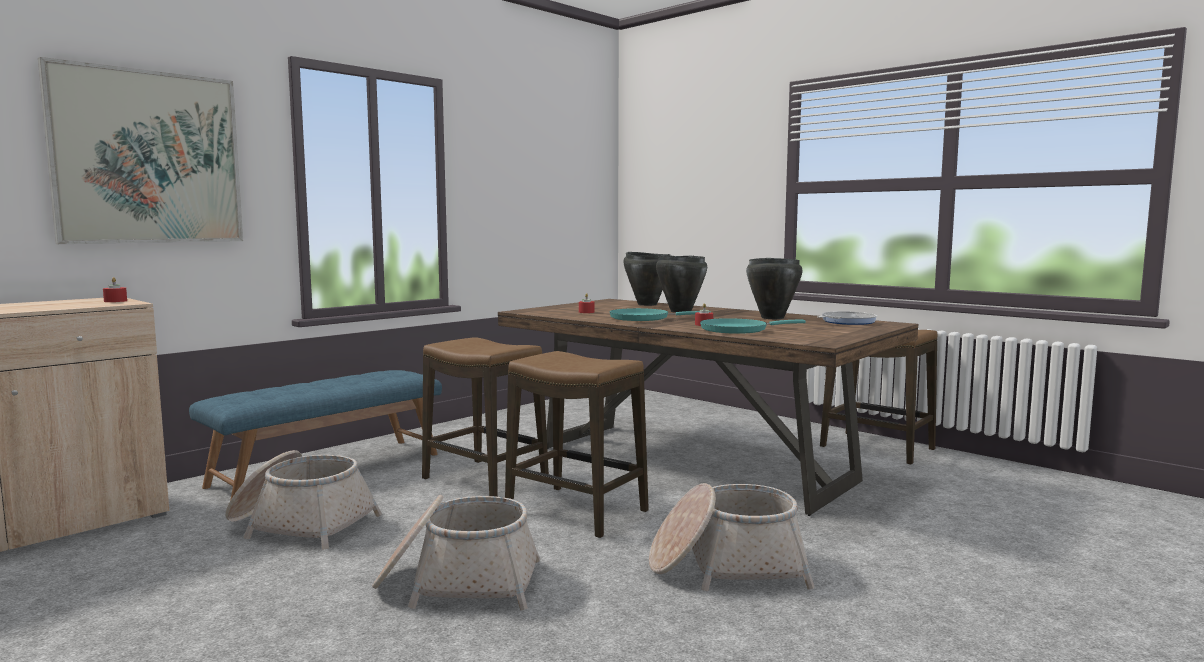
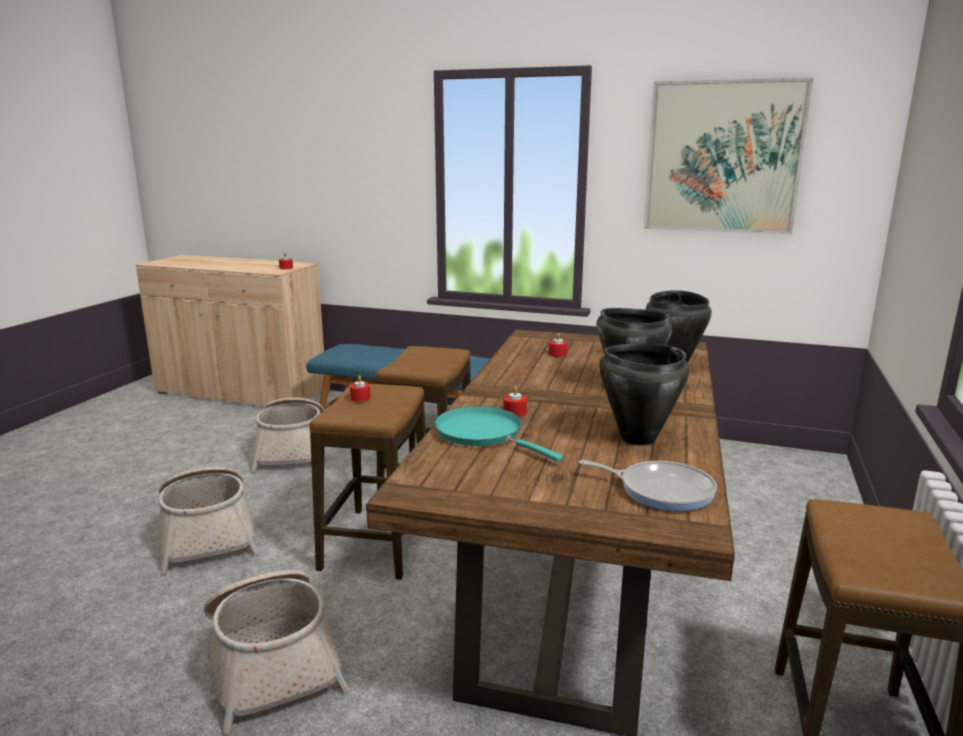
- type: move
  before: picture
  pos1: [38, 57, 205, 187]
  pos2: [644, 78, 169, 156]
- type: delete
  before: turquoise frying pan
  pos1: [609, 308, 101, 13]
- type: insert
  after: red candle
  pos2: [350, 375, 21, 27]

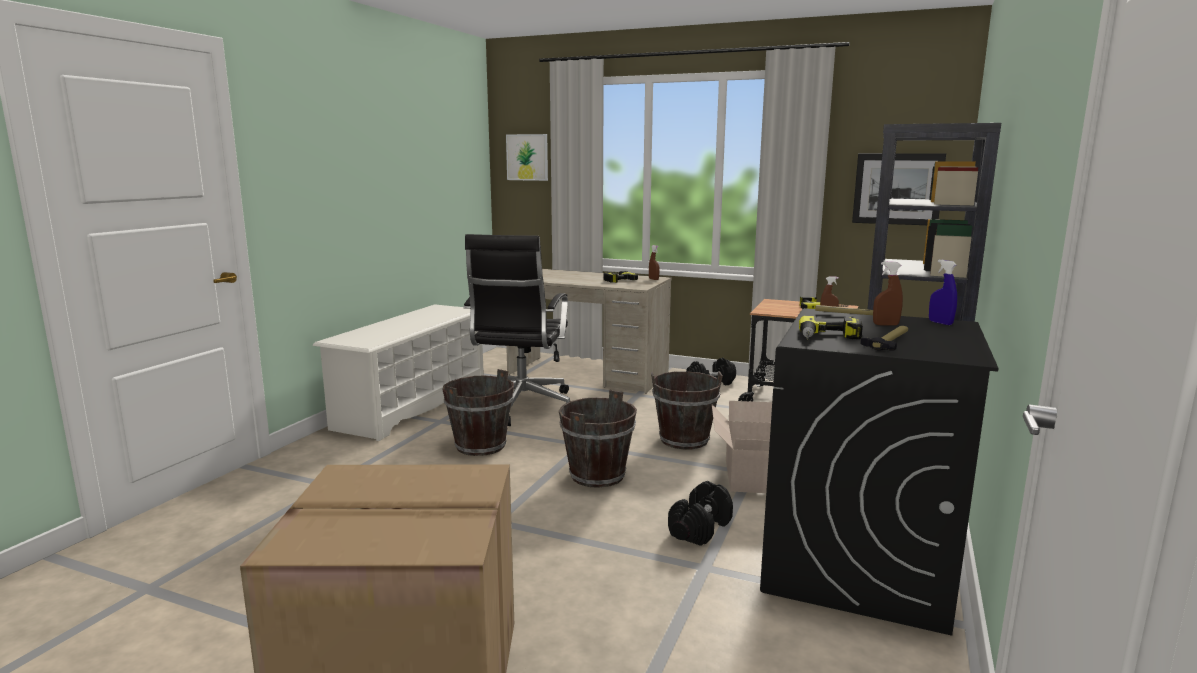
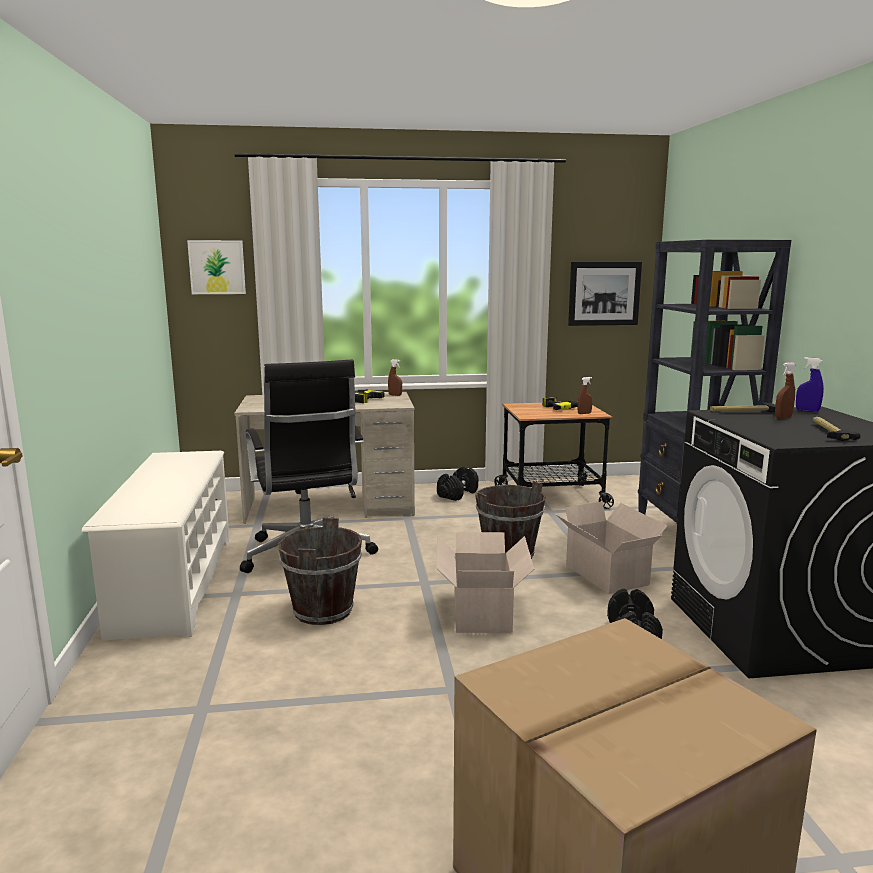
- type: replace
  before: brown bucket
  after: cardboard box
  pos1: [559, 390, 78, 98]
  pos2: [436, 532, 98, 101]
- type: delete
  before: power drill
  pos1: [799, 316, 64, 24]

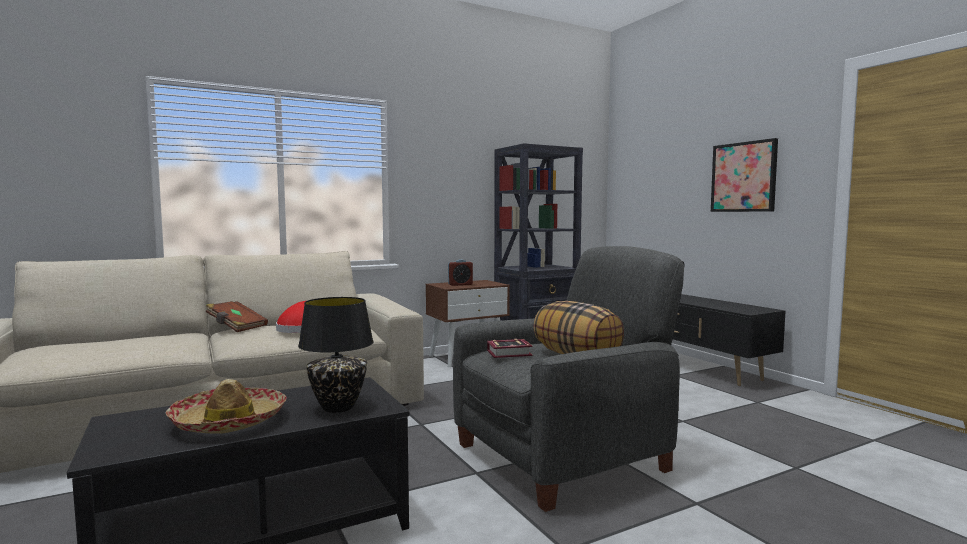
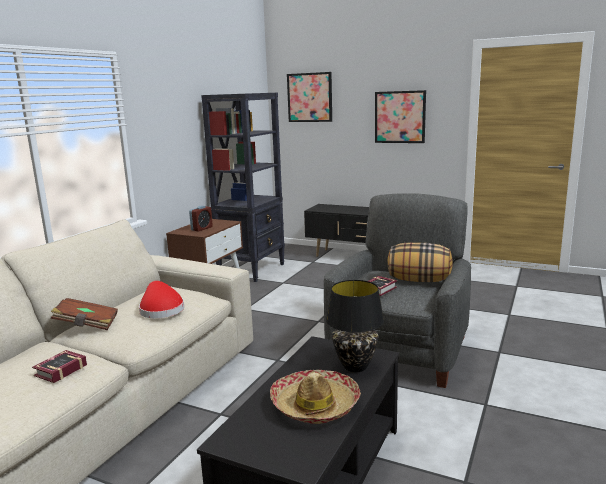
- type: insert
  after: book
  pos2: [32, 350, 55, 33]
- type: insert
  after: picture
  pos2: [287, 72, 45, 50]

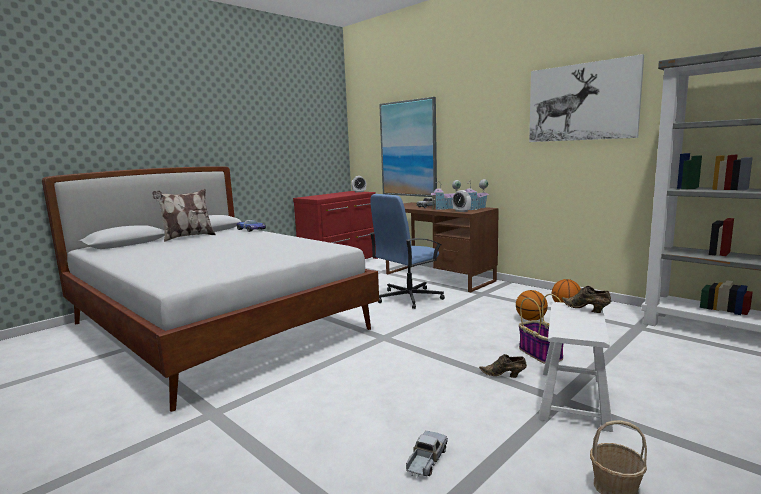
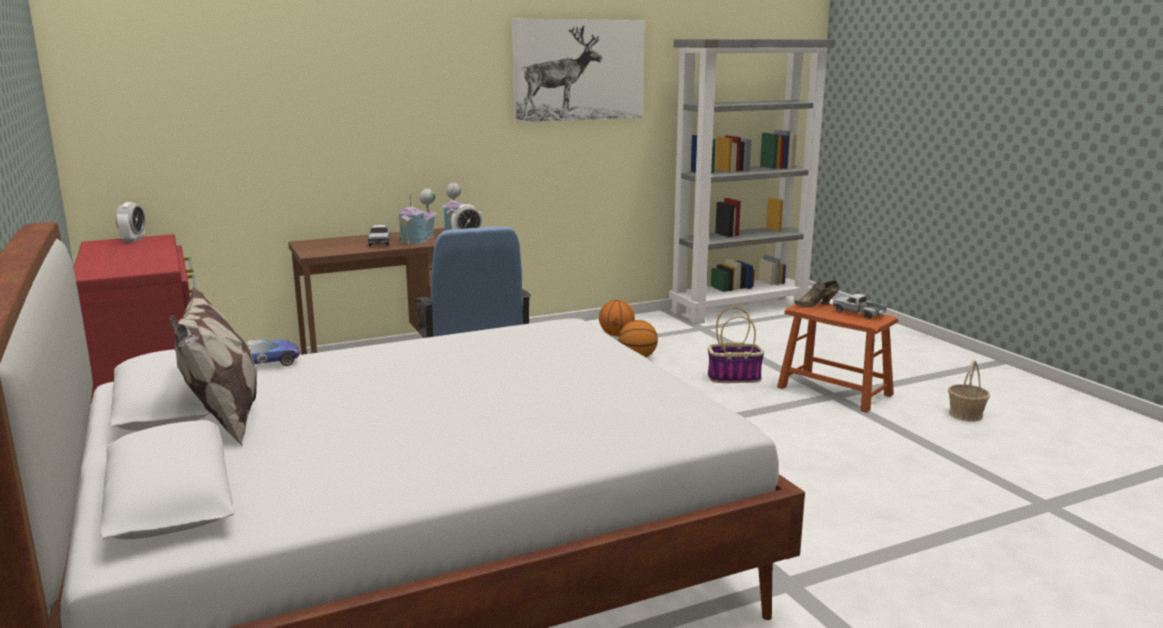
- type: delete
  before: picture
  pos1: [379, 97, 58, 100]
- type: move
  before: toy truck
  pos1: [406, 431, 42, 45]
  pos2: [833, 294, 54, 25]
- type: delete
  before: brown shoe
  pos1: [479, 354, 48, 24]
- type: recolor
  before: white stool
  after: brown stool
  pos1: [538, 302, 75, 130]
  pos2: [777, 302, 121, 111]

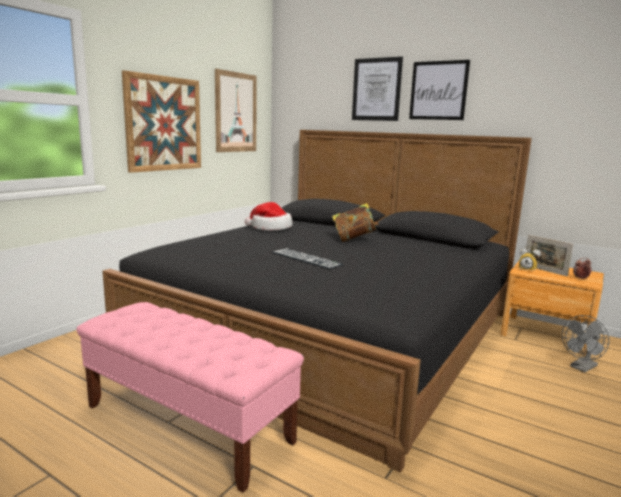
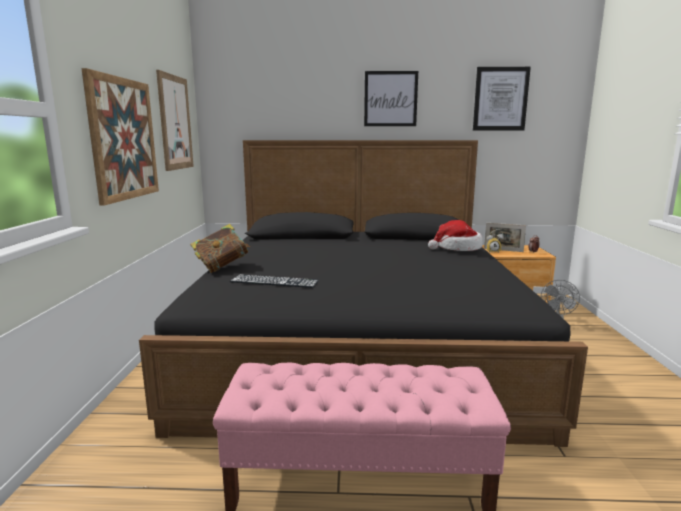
- type: move
  before: hat
  pos1: [245, 202, 47, 28]
  pos2: [428, 220, 55, 31]
- type: move
  before: keyboard
  pos1: [272, 248, 71, 21]
  pos2: [230, 274, 89, 14]
- type: move
  before: book
  pos1: [332, 203, 47, 39]
  pos2: [190, 224, 60, 49]
- type: move
  before: picture
  pos1: [352, 57, 51, 64]
  pos2: [473, 67, 58, 64]

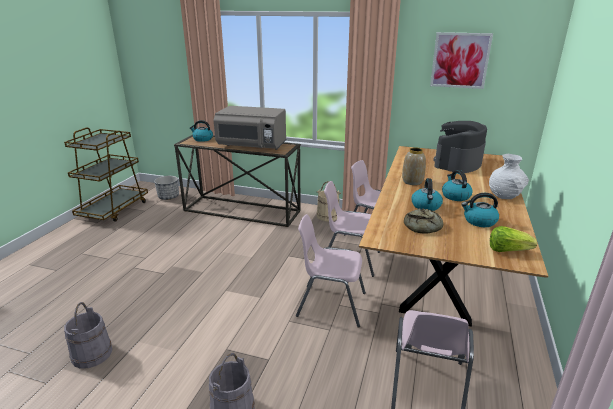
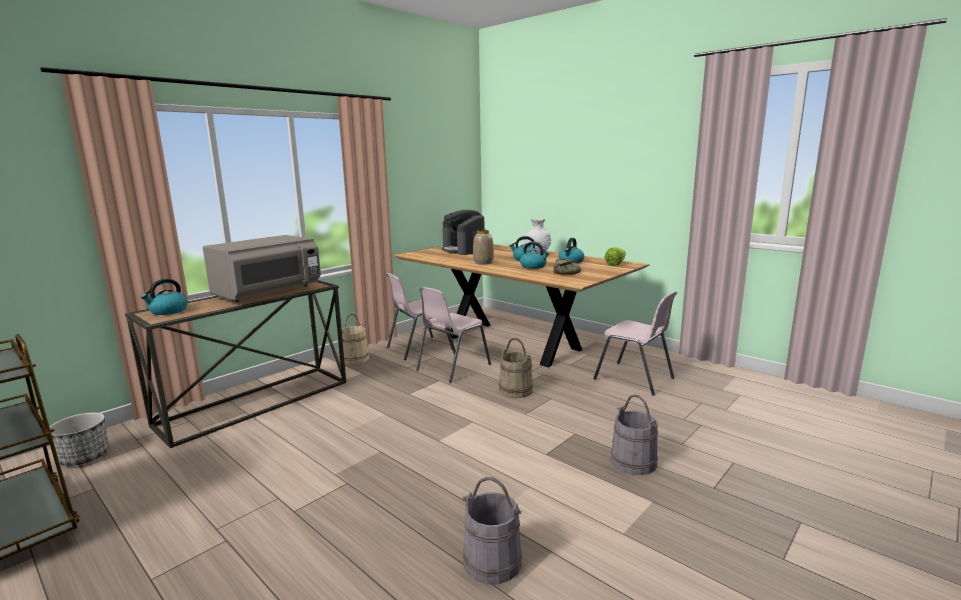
- type: replace
  before: pink chair
  after: beige bucket
  pos1: [296, 214, 70, 114]
  pos2: [499, 338, 34, 60]
- type: delete
  before: picture
  pos1: [430, 32, 63, 57]

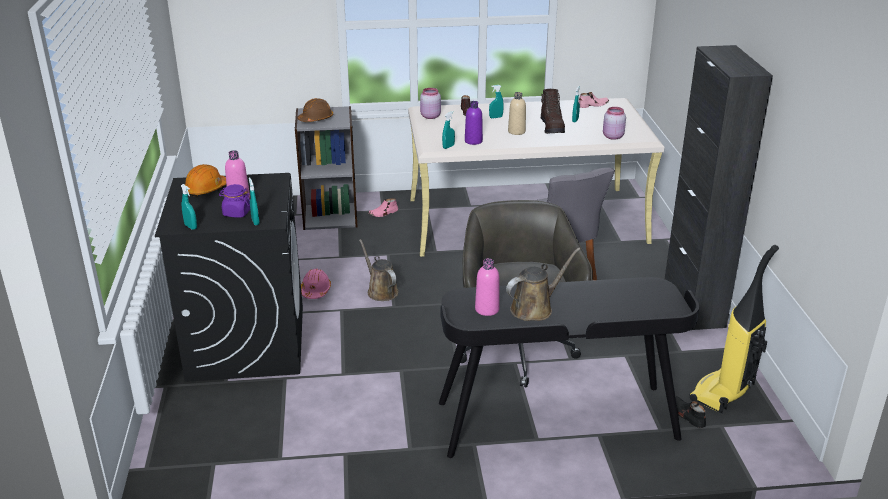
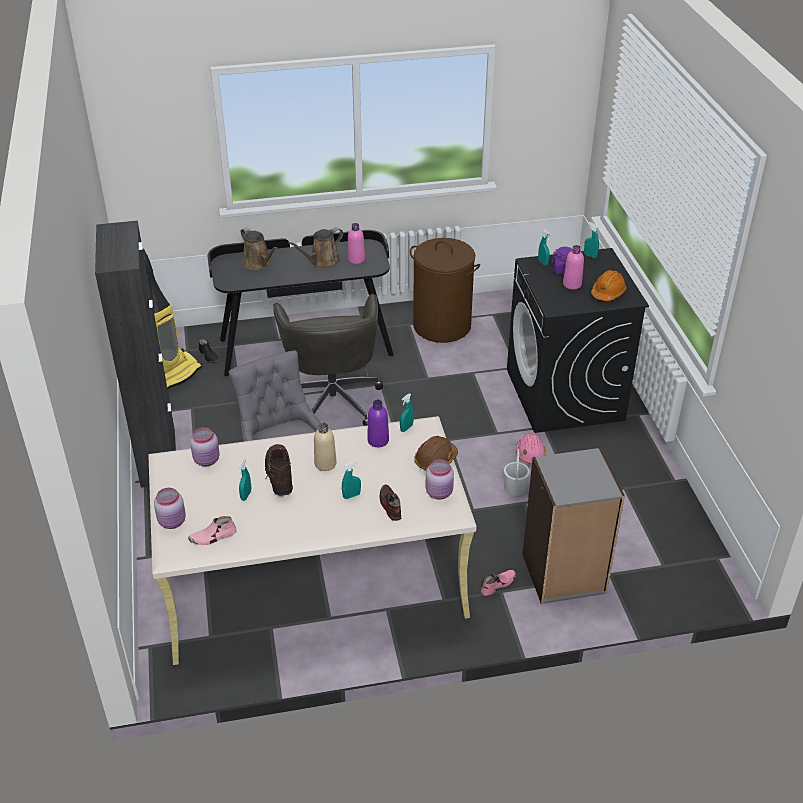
- type: move
  before: brown hard hat
  pos1: [297, 98, 36, 24]
  pos2: [414, 436, 44, 34]
- type: move
  before: brown watering can
  pos1: [359, 239, 39, 62]
  pos2: [241, 228, 37, 42]
- type: insert
  after: pink jar
  pos2: [154, 488, 32, 41]
- type: insert
  after: brown laundry basket
  pos2: [410, 238, 70, 105]
- type: insert
  after: white bucket
  pos2: [504, 449, 26, 47]

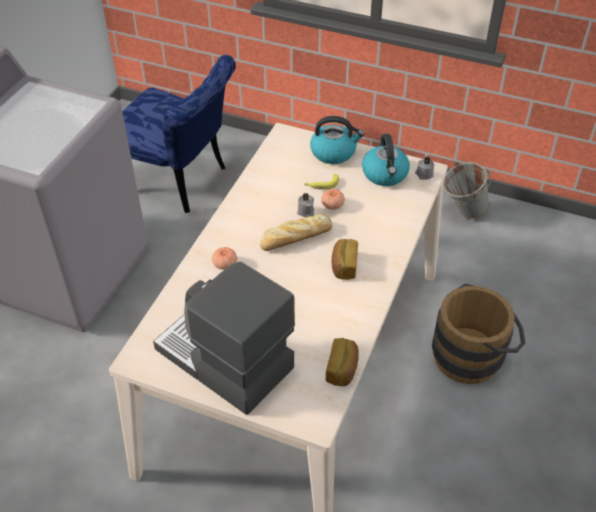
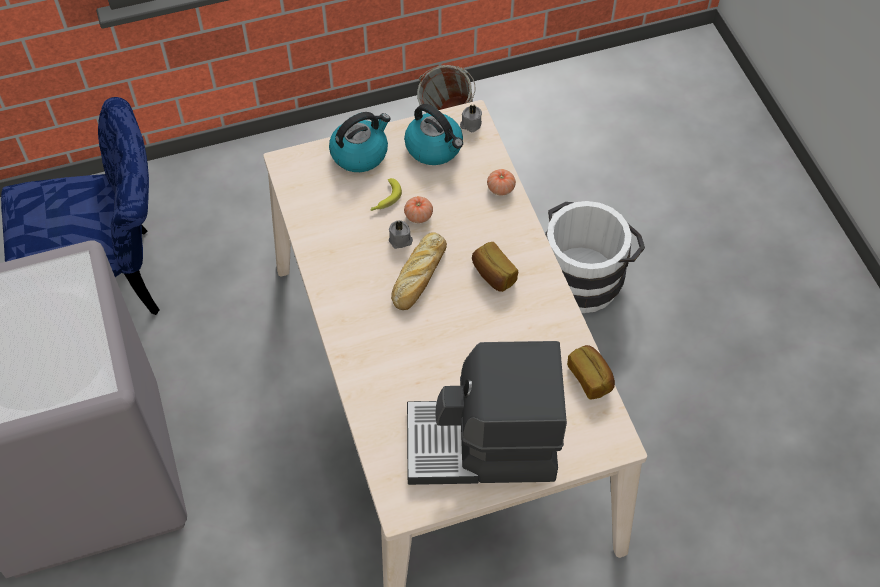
- type: move
  before: tomato
  pos1: [212, 247, 25, 23]
  pos2: [487, 169, 29, 26]
- type: recolor
  before: brown bucket
  after: white bucket
  pos1: [432, 283, 93, 101]
  pos2: [545, 201, 100, 112]

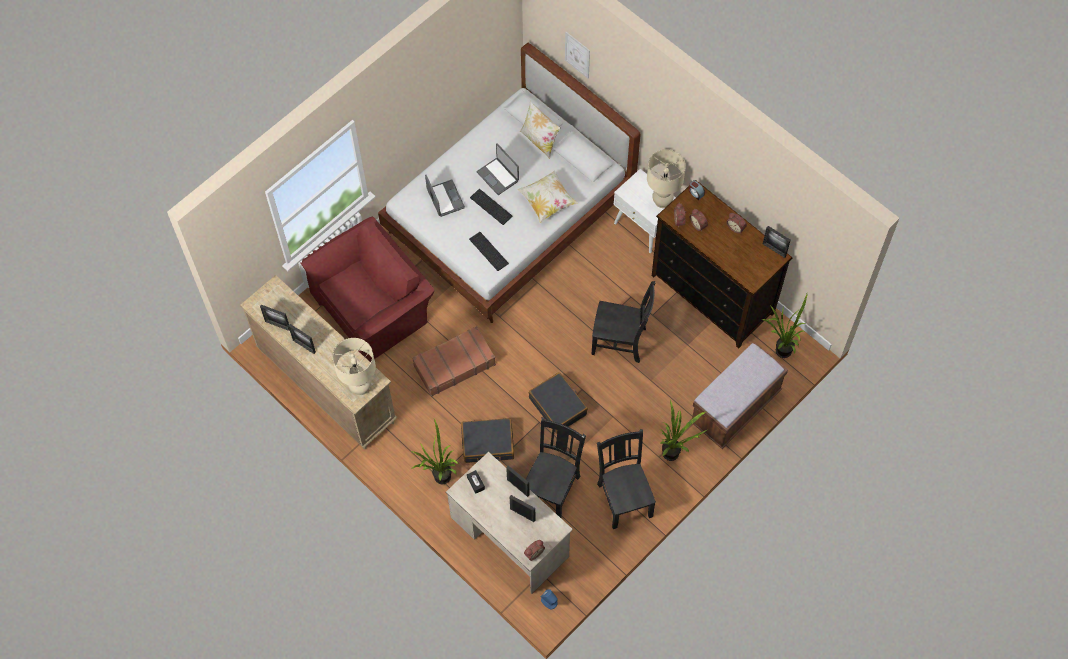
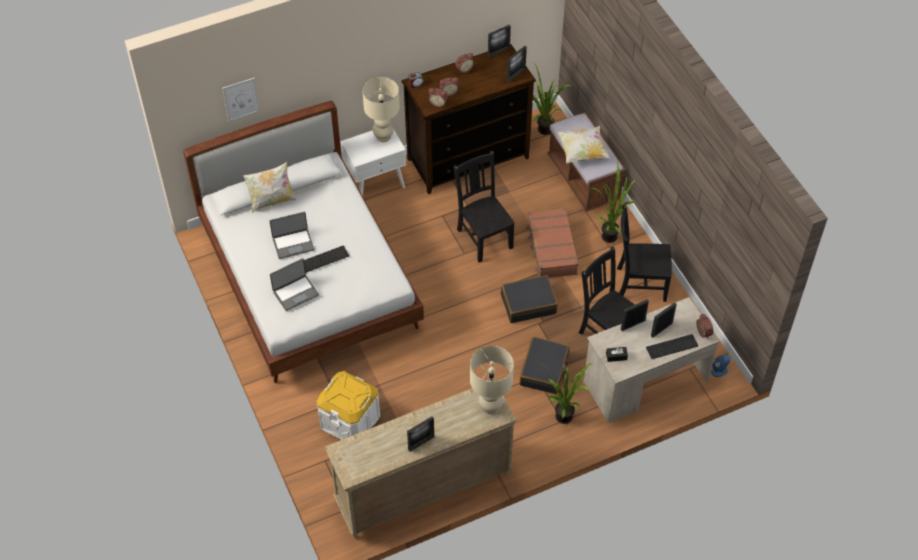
- type: move
  before: picture frame
  pos1: [260, 305, 30, 26]
  pos2: [507, 46, 20, 36]
- type: replace
  before: red armchair
  after: white storage box
  pos1: [301, 216, 133, 146]
  pos2: [317, 371, 63, 69]
- type: move
  before: brown suitcase
  pos1: [412, 326, 84, 71]
  pos2: [526, 208, 53, 70]
- type: rotate
  before: laptop
  pos1: [425, 175, 40, 42]
  pos2: [270, 258, 49, 53]
  turn: 150
- type: move
  before: keyboard
  pos1: [469, 232, 40, 39]
  pos2: [646, 334, 52, 25]
- type: move
  before: pillow
  pos1: [518, 170, 60, 53]
  pos2: [558, 126, 52, 38]
- type: rotate
  before: black chair
  pos1: [591, 281, 64, 82]
  pos2: [453, 151, 62, 112]
  turn: -60

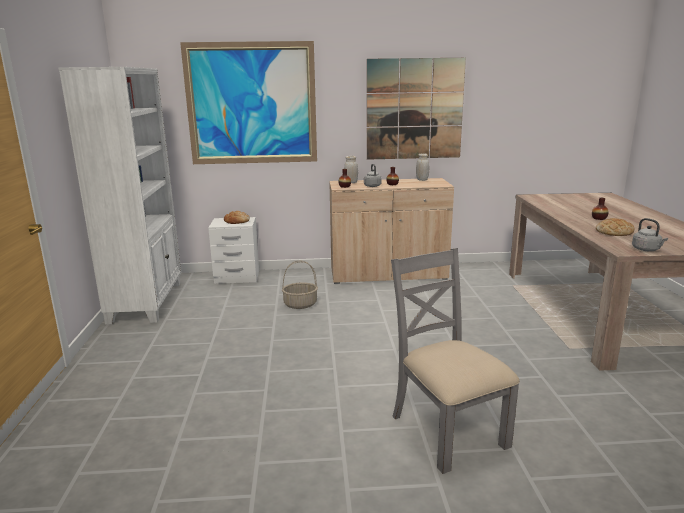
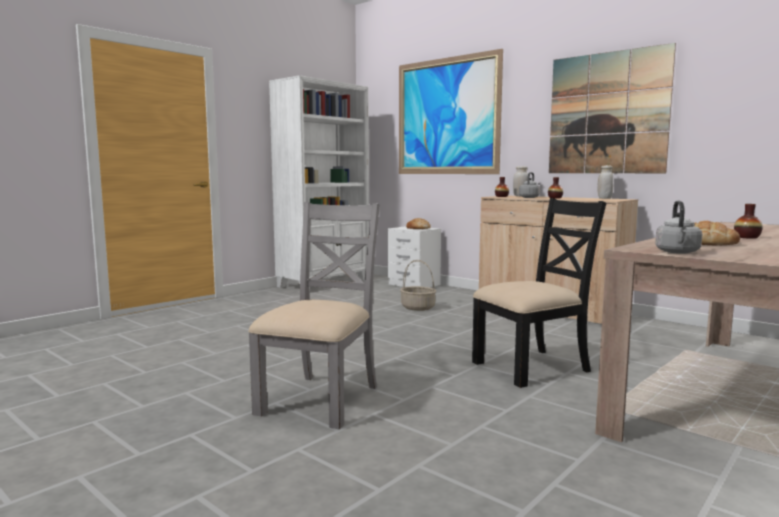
- type: insert
  after: black chair
  pos2: [472, 198, 134, 190]

